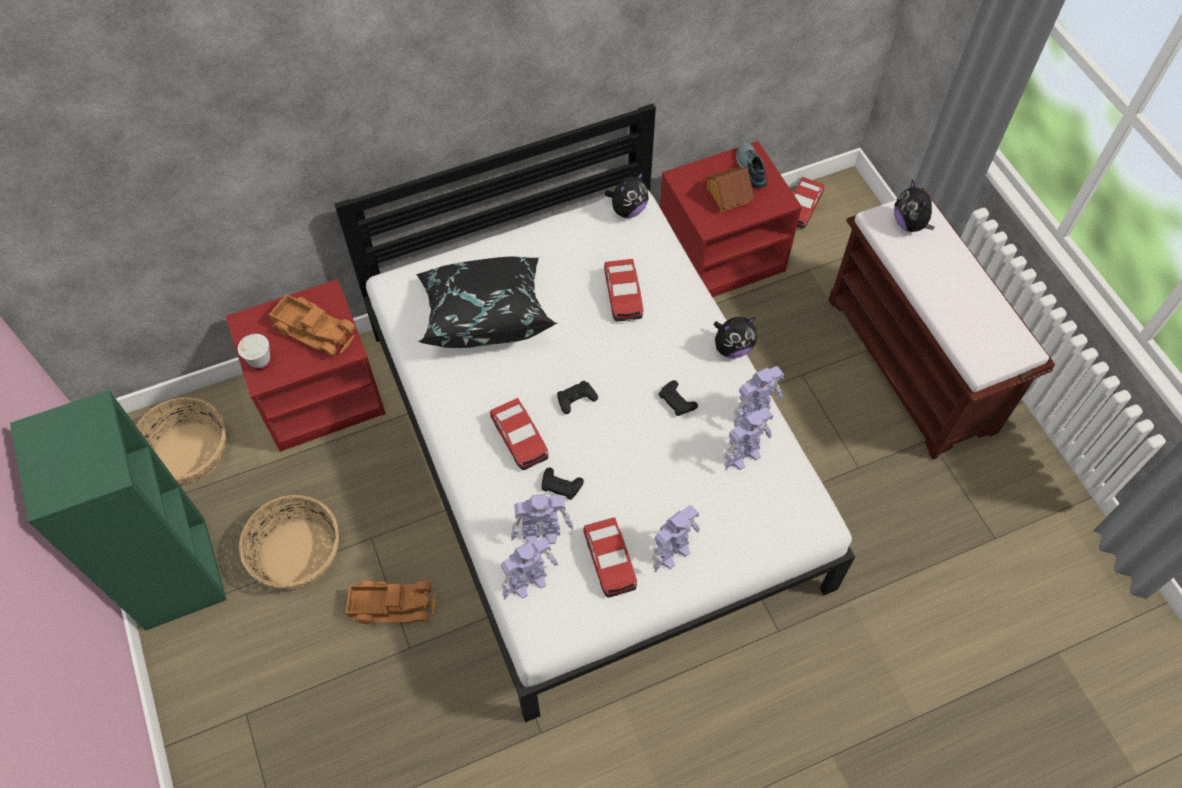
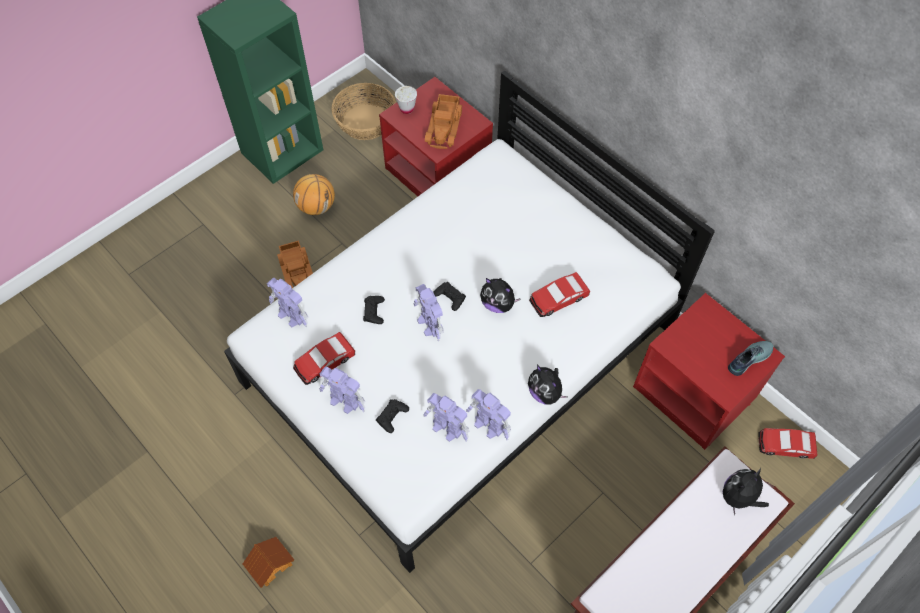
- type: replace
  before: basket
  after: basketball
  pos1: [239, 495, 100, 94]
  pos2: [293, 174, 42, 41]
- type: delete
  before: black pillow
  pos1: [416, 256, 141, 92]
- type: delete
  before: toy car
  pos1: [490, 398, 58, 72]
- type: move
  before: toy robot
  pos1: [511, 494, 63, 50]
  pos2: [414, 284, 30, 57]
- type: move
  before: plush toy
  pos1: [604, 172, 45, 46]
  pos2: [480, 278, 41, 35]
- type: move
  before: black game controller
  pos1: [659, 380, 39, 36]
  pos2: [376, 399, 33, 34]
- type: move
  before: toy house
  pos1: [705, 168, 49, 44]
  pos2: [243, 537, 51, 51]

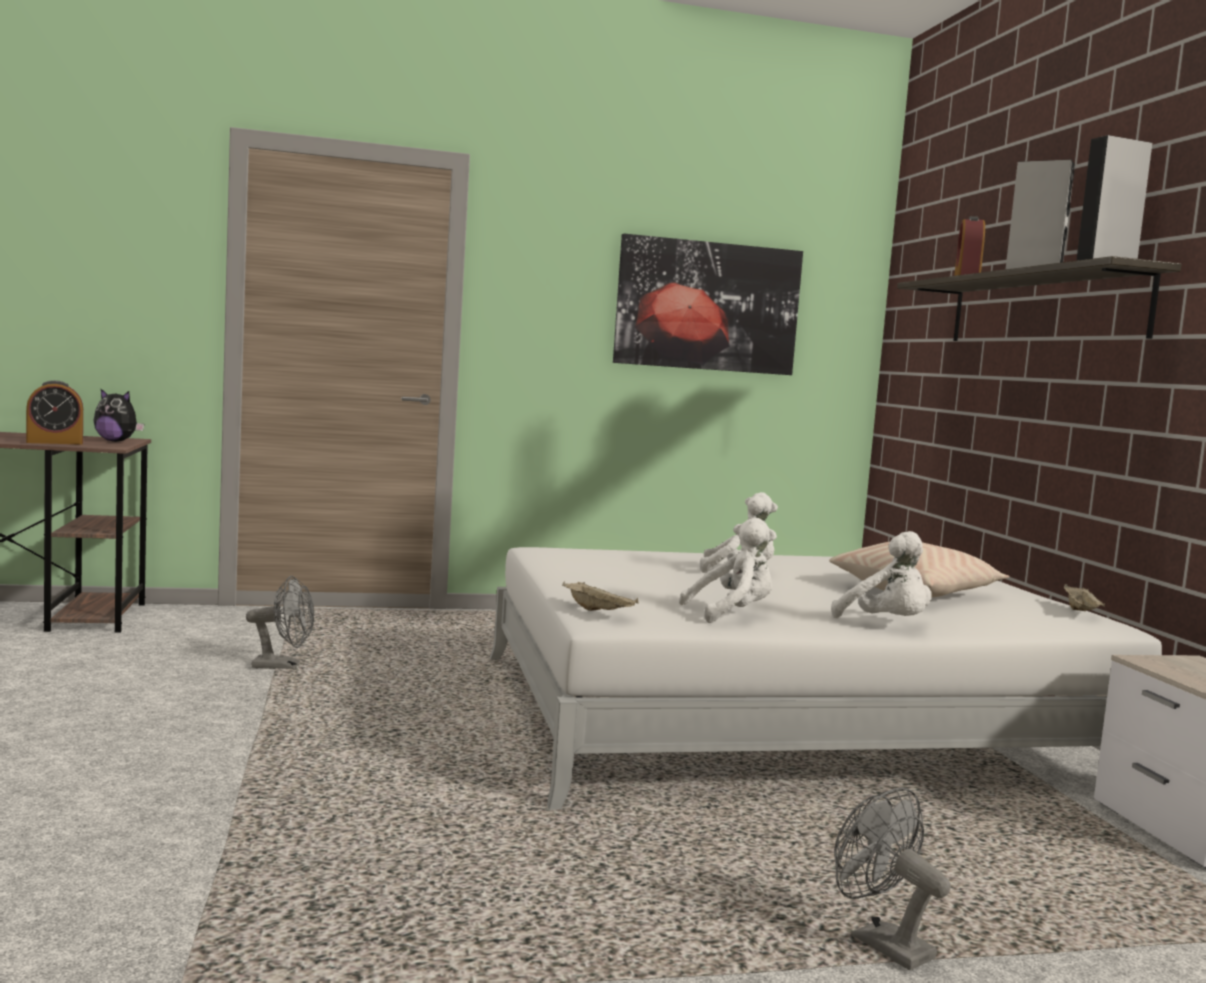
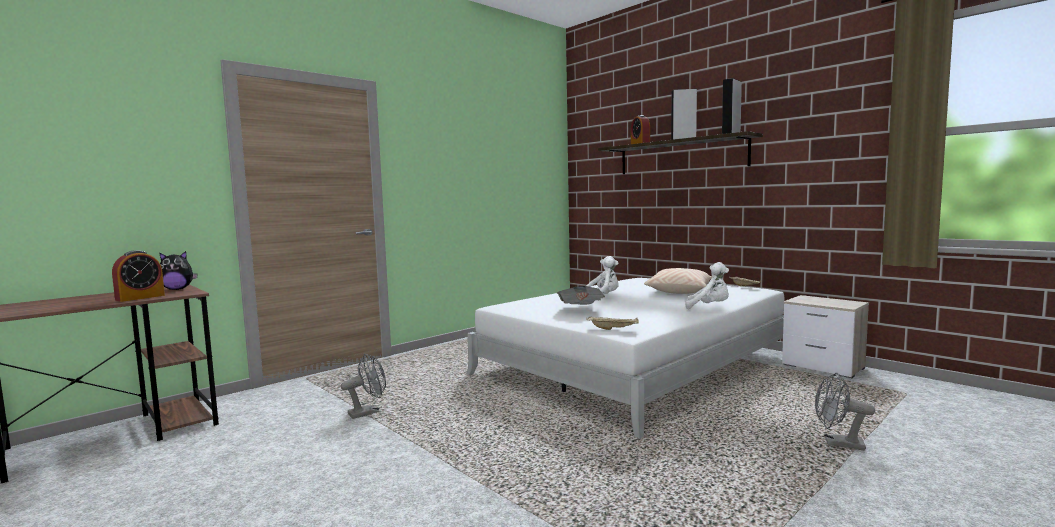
- type: delete
  before: picture
  pos1: [613, 234, 190, 141]
- type: delete
  before: white plush toy
  pos1: [679, 518, 98, 105]
- type: insert
  after: newspaper
  pos2: [557, 286, 48, 19]

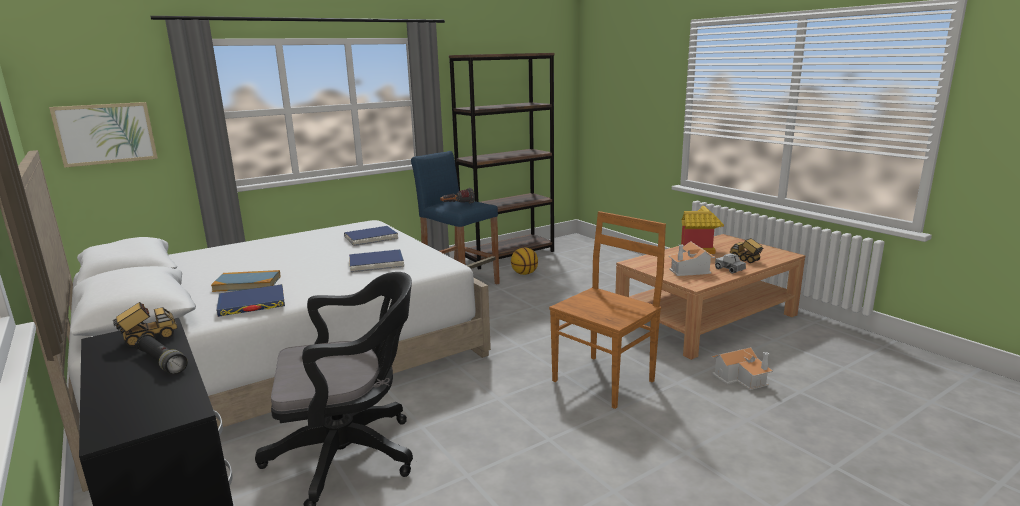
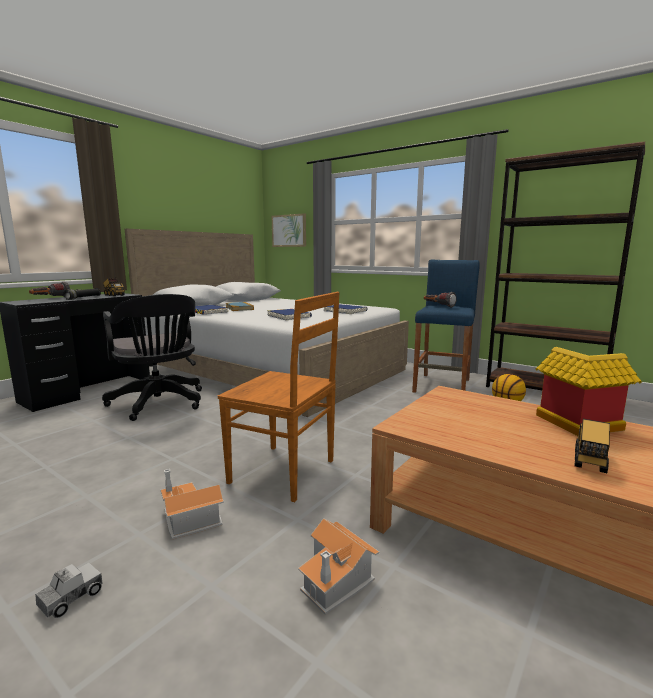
- type: move
  before: toy house
  pos1: [669, 241, 46, 35]
  pos2: [161, 469, 63, 70]
- type: move
  before: toy truck
  pos1: [715, 253, 31, 20]
  pos2: [35, 563, 68, 55]
- type: insert
  after: flashlight
  pos2: [29, 282, 41, 15]

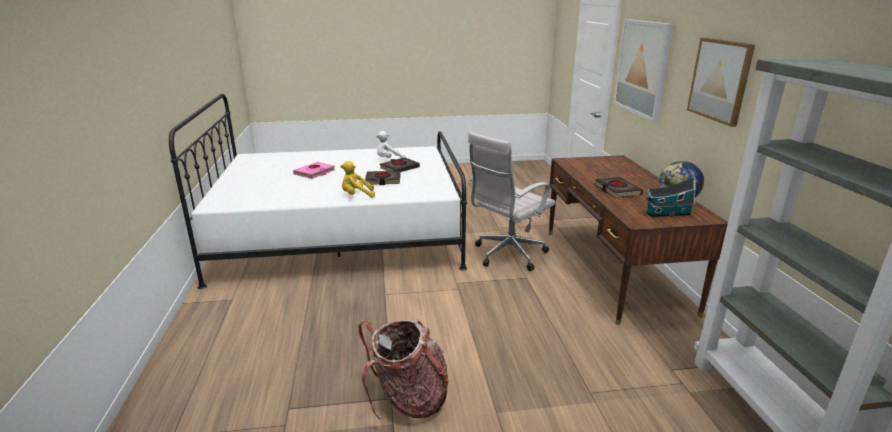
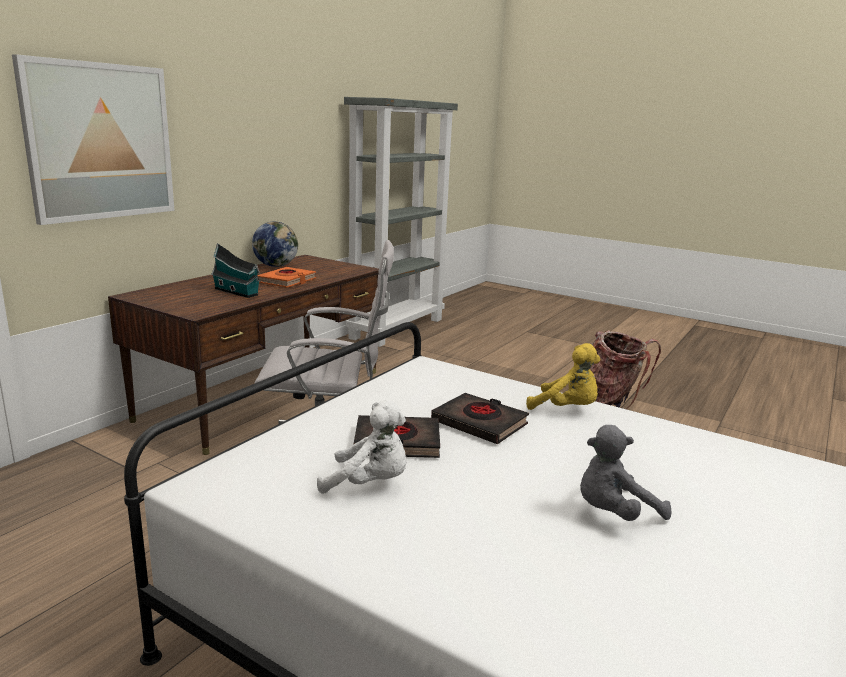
- type: replace
  before: pink book
  after: grey plush toy
  pos1: [293, 162, 42, 17]
  pos2: [580, 425, 92, 96]
- type: recolor
  before: black book
  after: orange book
  pos1: [594, 177, 49, 21]
  pos2: [257, 267, 59, 21]
- type: move
  before: toy house
  pos1: [646, 177, 50, 40]
  pos2: [211, 243, 50, 55]
- type: delete
  before: picture
  pos1: [687, 38, 68, 89]

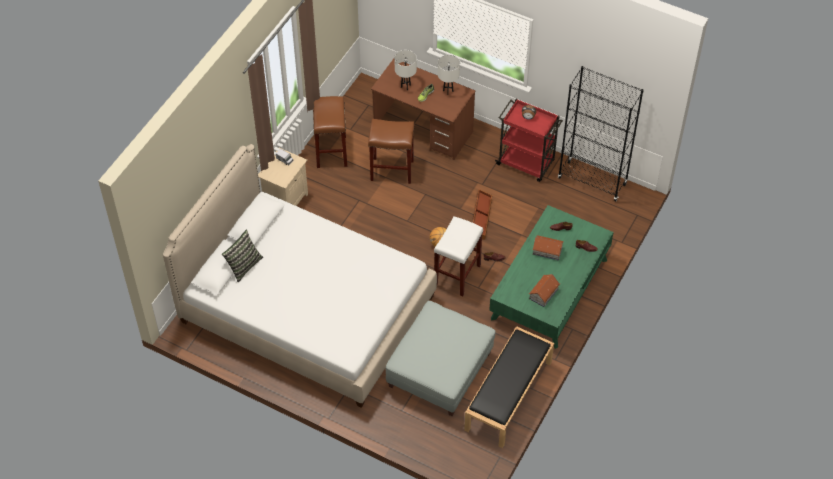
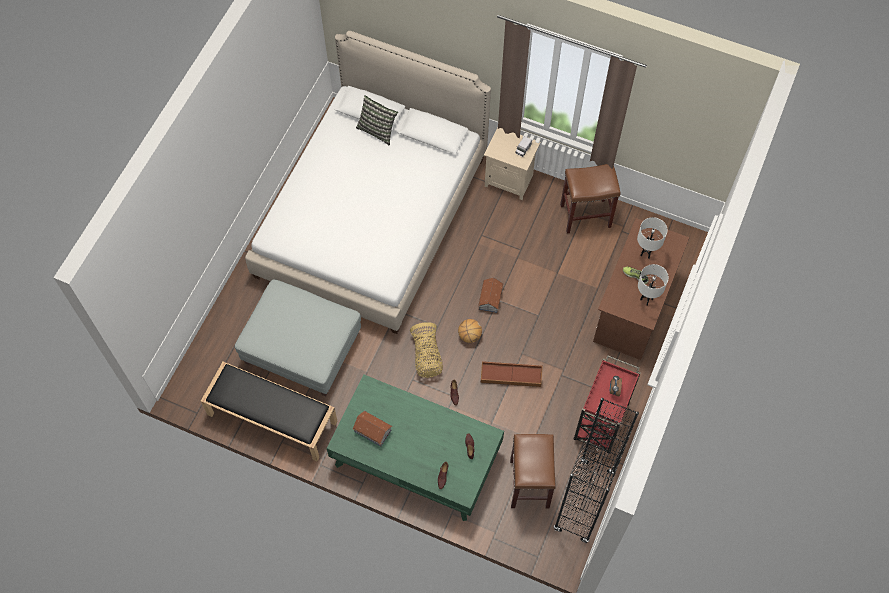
- type: move
  before: brown stool
  pos1: [368, 119, 46, 65]
  pos2: [510, 434, 46, 75]
- type: replace
  before: white stool
  after: basket
  pos1: [434, 216, 49, 81]
  pos2: [410, 322, 33, 56]
- type: move
  before: toy house
  pos1: [532, 235, 32, 26]
  pos2: [478, 277, 26, 36]

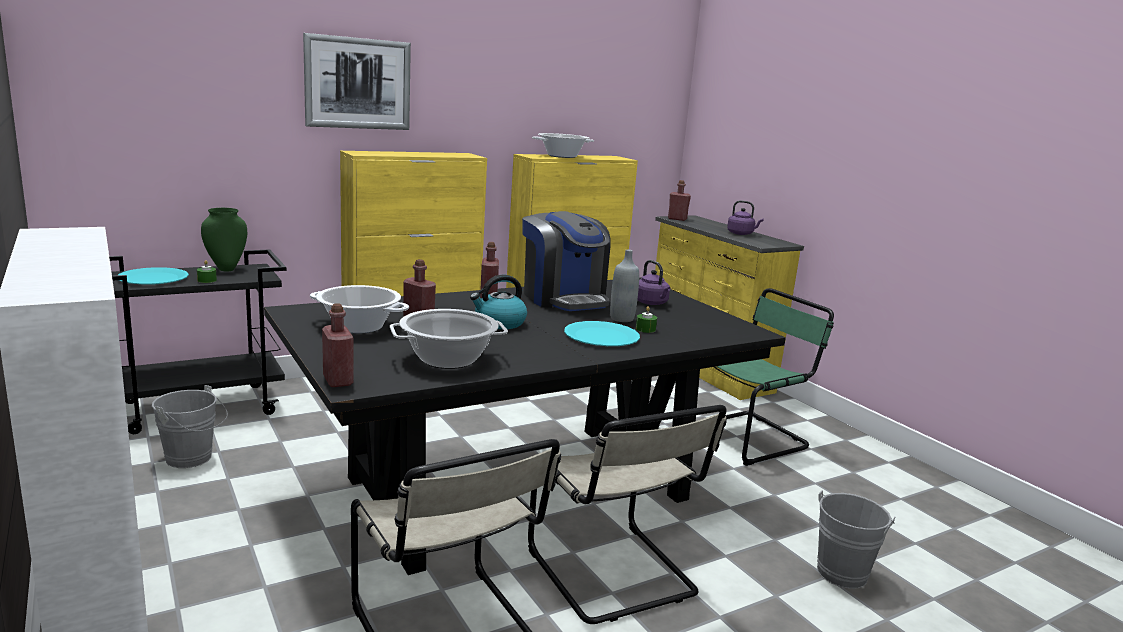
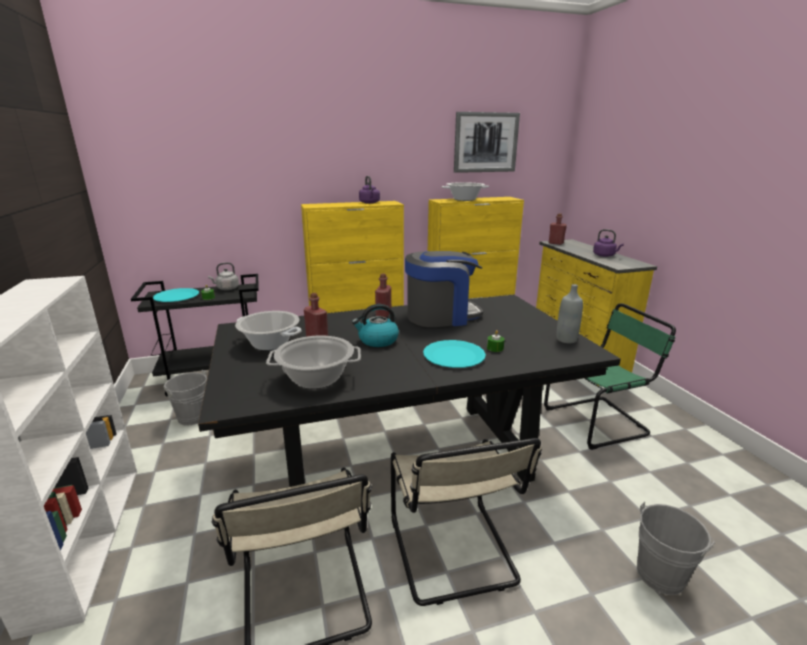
- type: replace
  before: green vase
  after: grey kettle
  pos1: [201, 208, 46, 64]
  pos2: [208, 262, 31, 28]
- type: move
  before: picture
  pos1: [303, 33, 108, 97]
  pos2: [454, 112, 66, 61]
- type: delete
  before: red bottle
  pos1: [322, 303, 32, 84]
- type: rotate
  before: coffee machine
  pos1: [522, 211, 89, 100]
  pos2: [405, 251, 78, 76]
  turn: -90
- type: move
  before: grey bottle
  pos1: [610, 250, 29, 72]
  pos2: [556, 284, 27, 59]
- type: move
  before: purple kettle
  pos1: [638, 260, 33, 45]
  pos2: [359, 176, 21, 28]

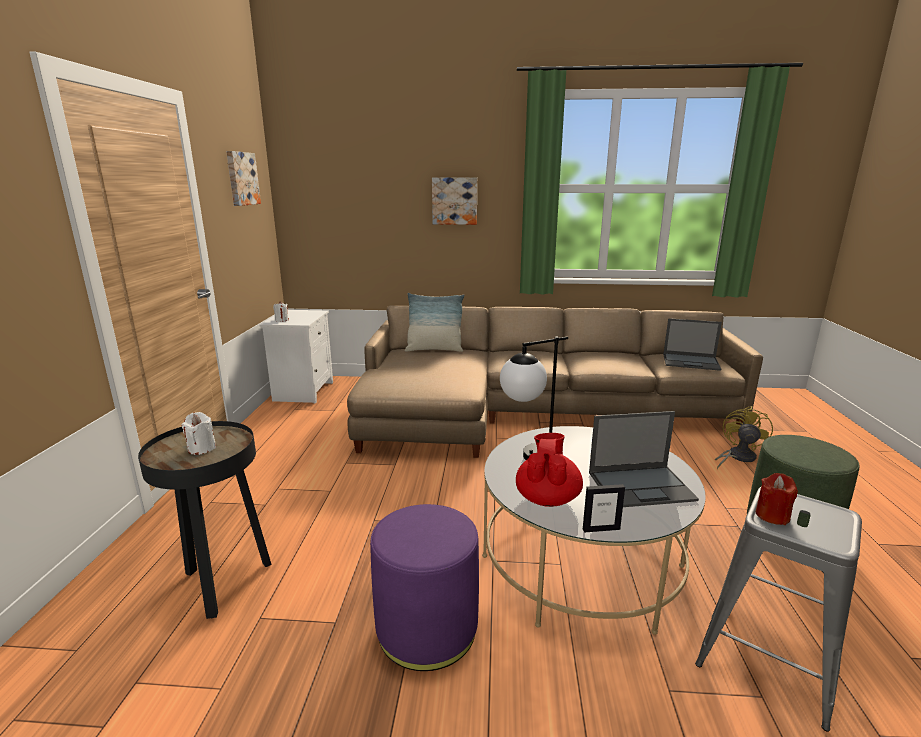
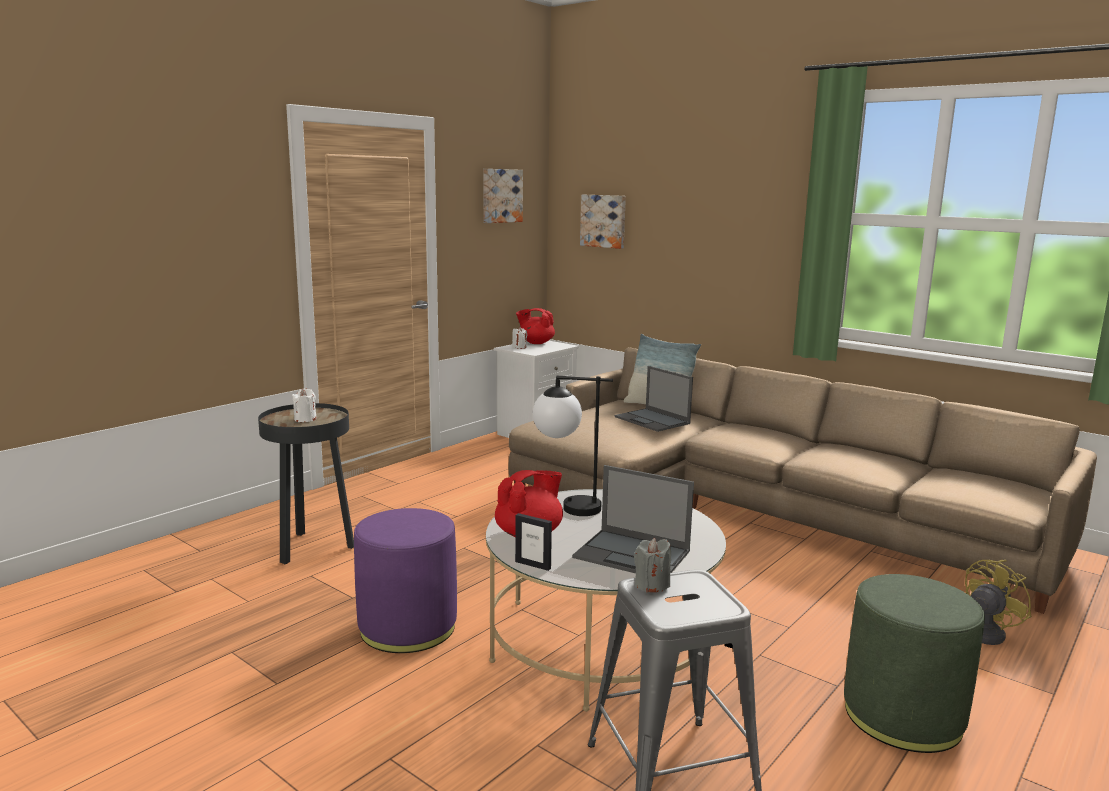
- type: move
  before: picture
  pos1: [432, 177, 45, 48]
  pos2: [580, 195, 46, 54]
- type: move
  before: laptop
  pos1: [663, 318, 59, 53]
  pos2: [615, 366, 78, 66]
- type: recolor
  before: red candle
  after: grey candle
  pos1: [755, 473, 43, 52]
  pos2: [634, 538, 37, 54]
- type: insert
  after: red teapot
  pos2: [516, 308, 39, 36]

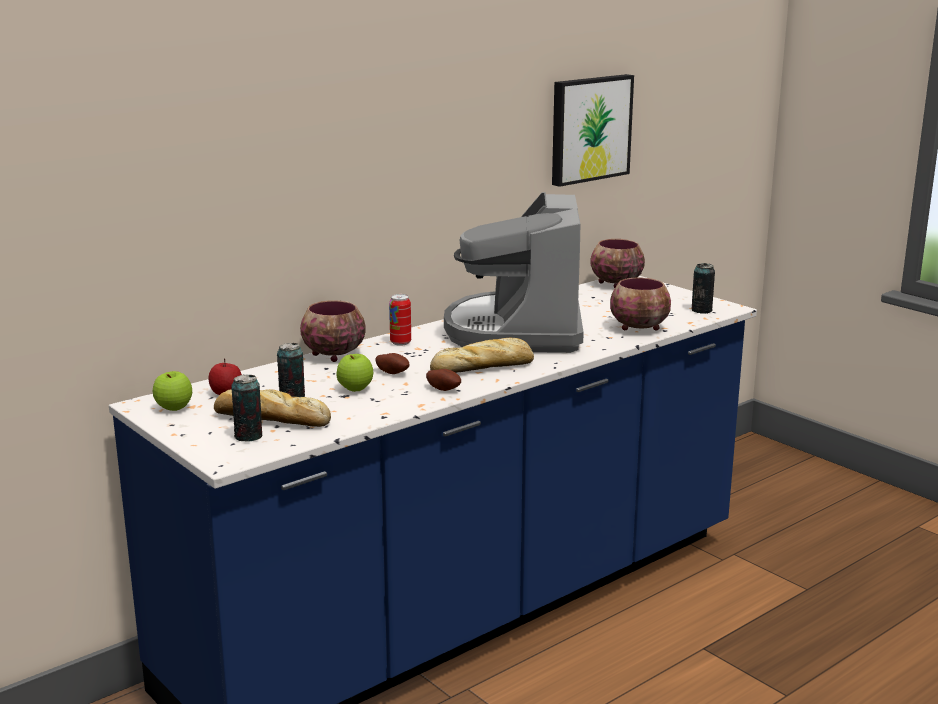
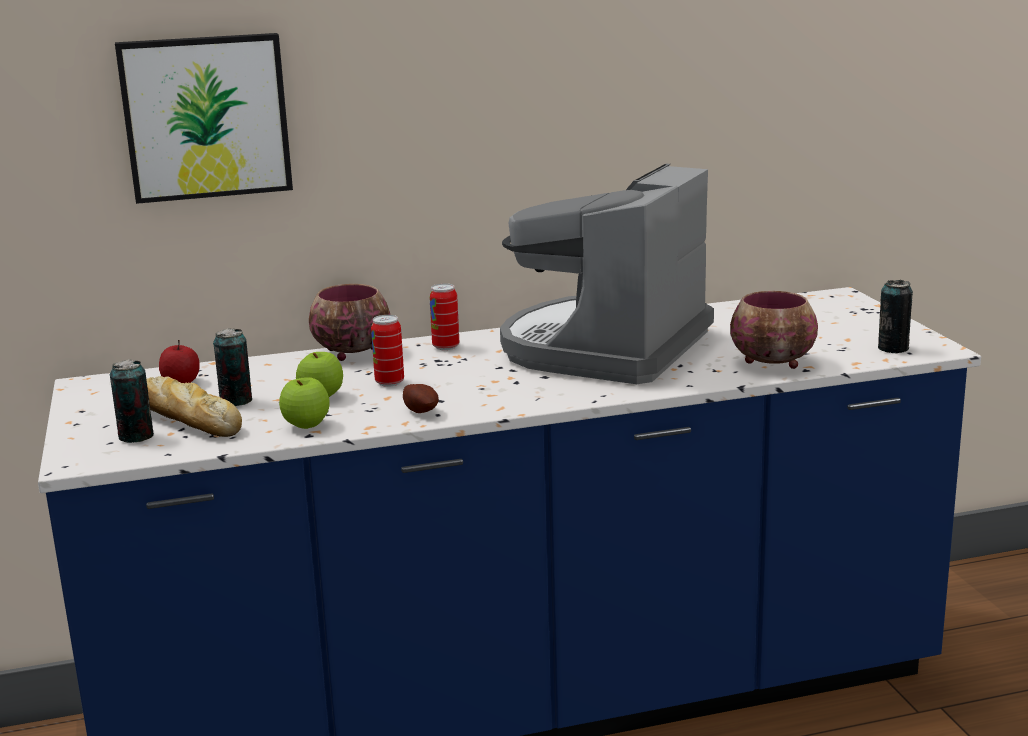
- type: move
  before: apple
  pos1: [153, 371, 39, 40]
  pos2: [279, 377, 51, 52]
- type: replace
  before: potato
  after: can
  pos1: [375, 353, 34, 21]
  pos2: [371, 315, 33, 72]
- type: delete
  before: bread
  pos1: [430, 337, 104, 36]
- type: move
  before: picture
  pos1: [552, 74, 82, 113]
  pos2: [115, 33, 178, 171]
- type: delete
  before: bowl
  pos1: [591, 239, 54, 49]

